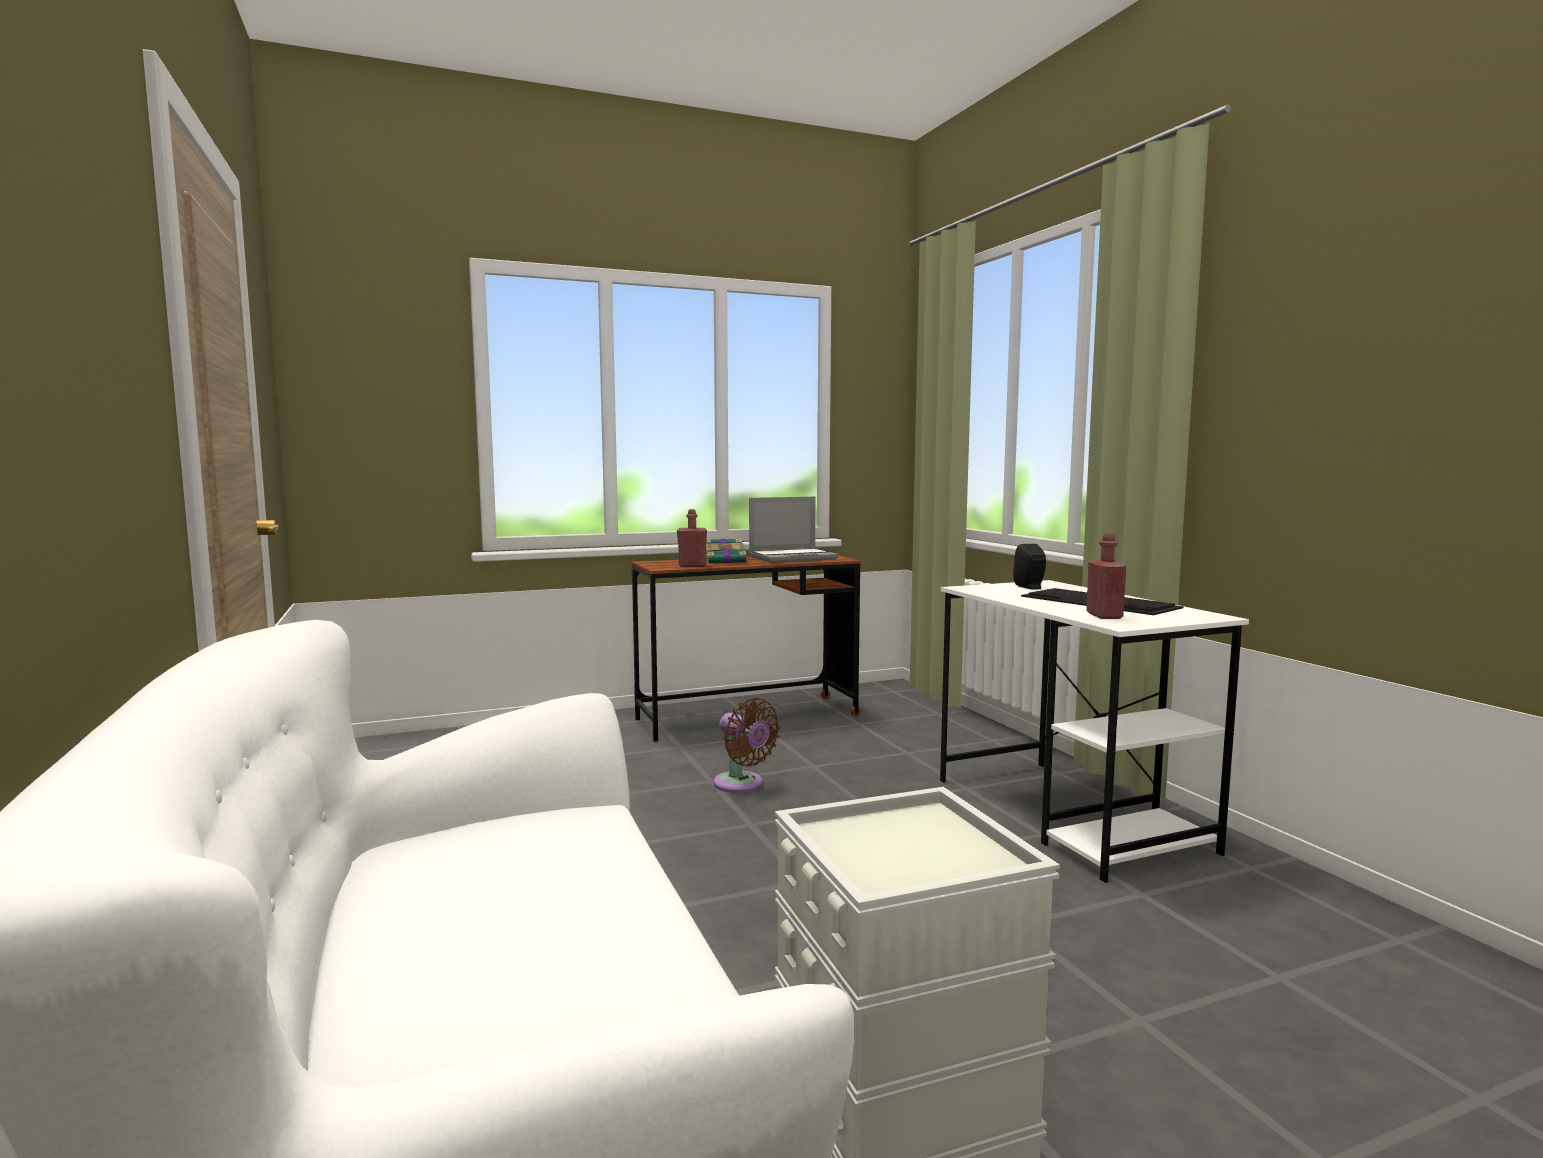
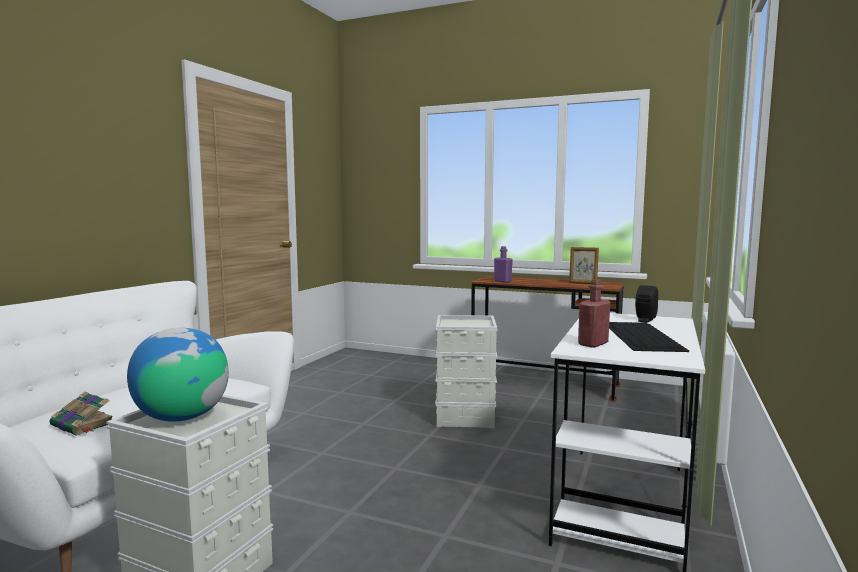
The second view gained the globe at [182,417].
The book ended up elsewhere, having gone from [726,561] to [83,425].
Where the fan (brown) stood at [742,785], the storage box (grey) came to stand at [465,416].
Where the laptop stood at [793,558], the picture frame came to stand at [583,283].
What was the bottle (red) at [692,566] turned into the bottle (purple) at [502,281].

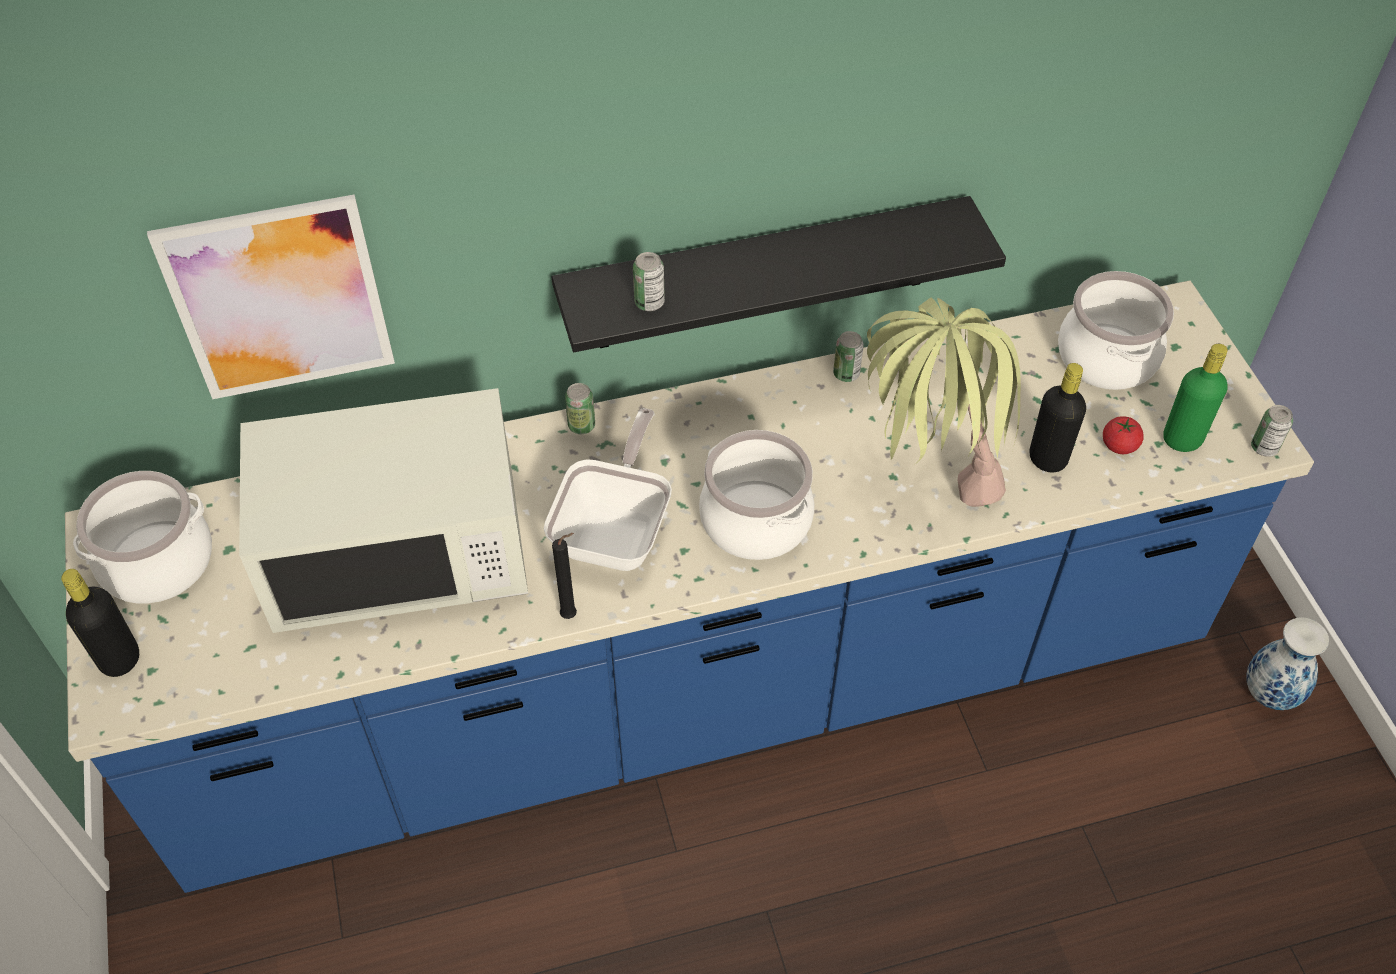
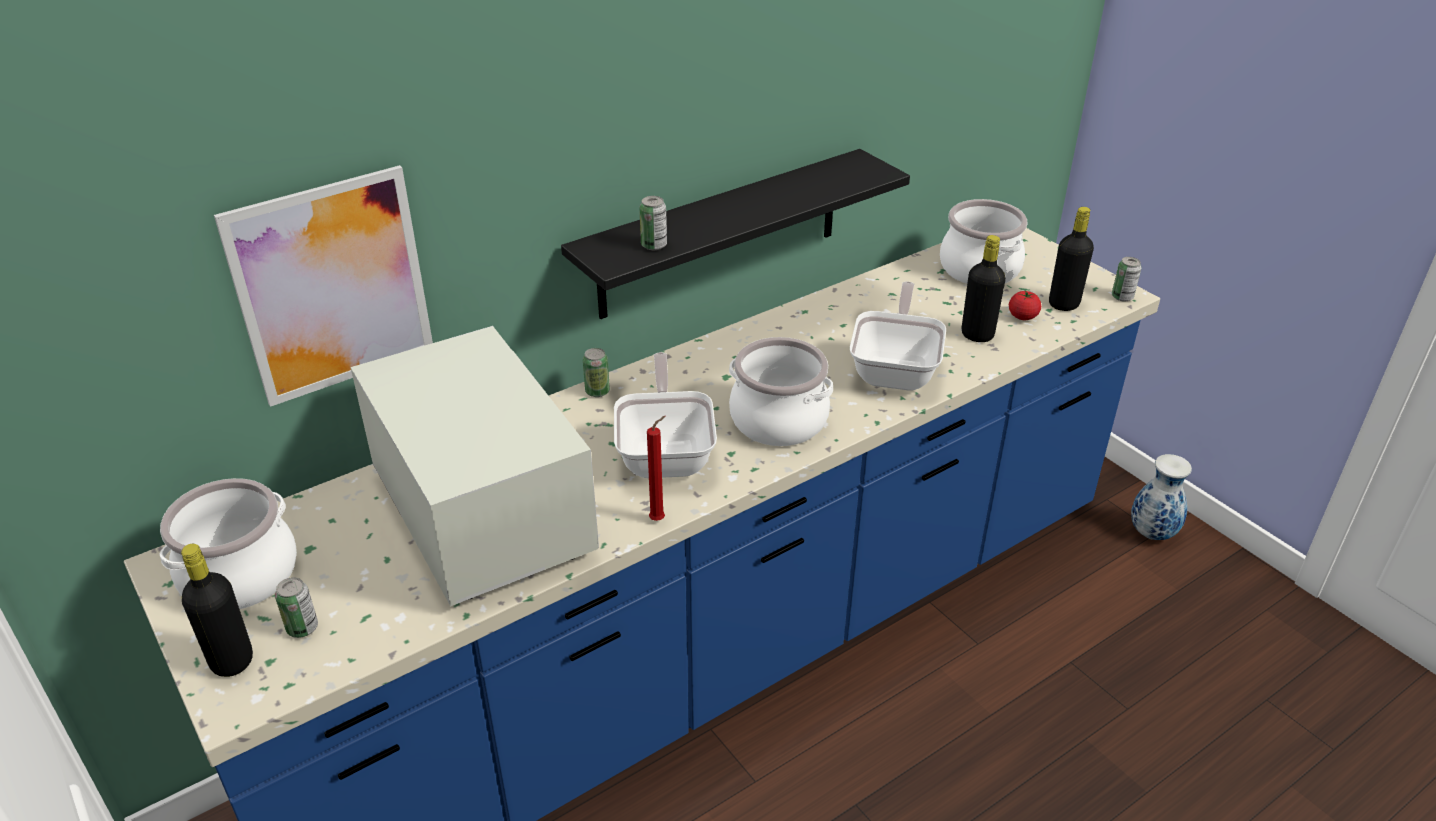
The can ended up elsewhere, having gone from [846,374] to [302,628].
Where the potted plant stood at [924,484], the frying pan came to stand at [896,369].
What was the candle (black) at [571,615] turned into the candle (red) at [659,519].
What was the bottle (green) at [1182,439] turned into the bottle (black) at [1063,304].
The microwave (white) at [400,554] ended up facing another way, 90 degrees counterclockwise from before.

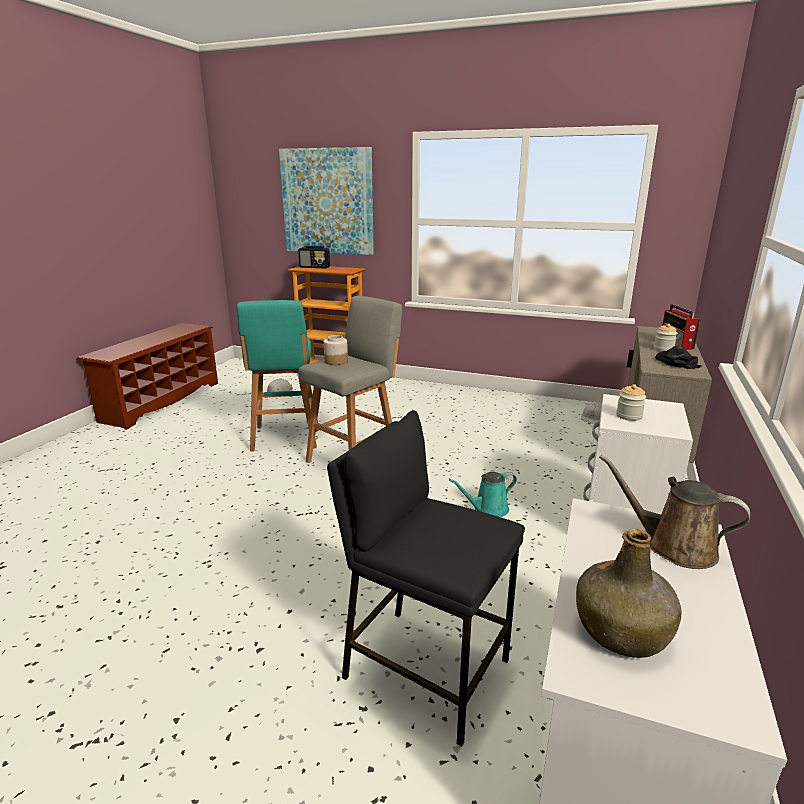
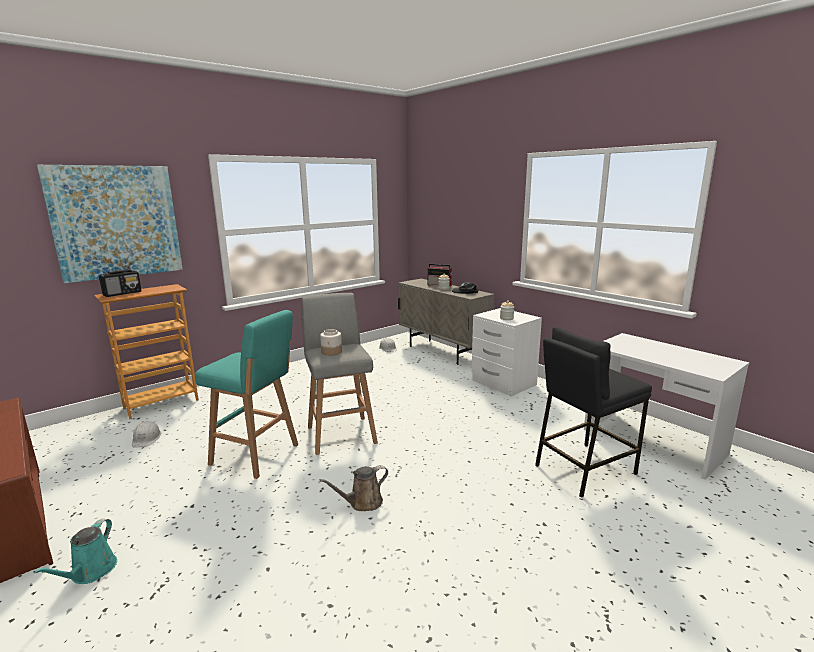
The second view lost the bottle (green) at [622,630].
The watering can (turquoise) ended up elsewhere, having gone from [488,509] to [91,572].
The watering can (brown) ended up elsewhere, having gone from [673,547] to [362,503].

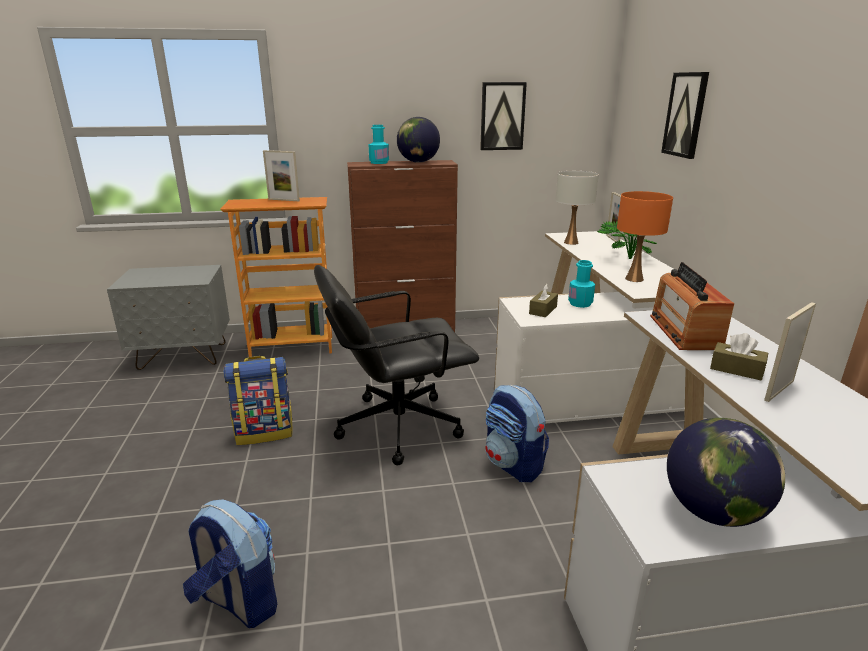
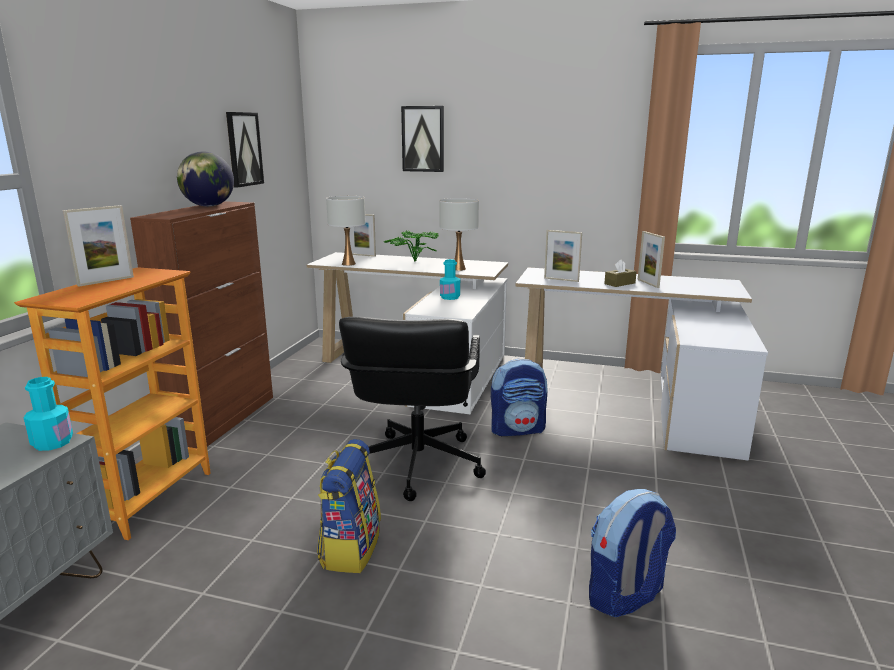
The second view lost the tissue box (brown) at [543,310].
The second view lost the globe at [714,512].
The bottle (turquoise) ended up elsewhere, having gone from [379,162] to [52,443].
Where the radio stood at [684,332], the picture frame came to stand at [561,280].
What was the table lamp (orange) at [634,279] turned into the table lamp (white) at [458,269].

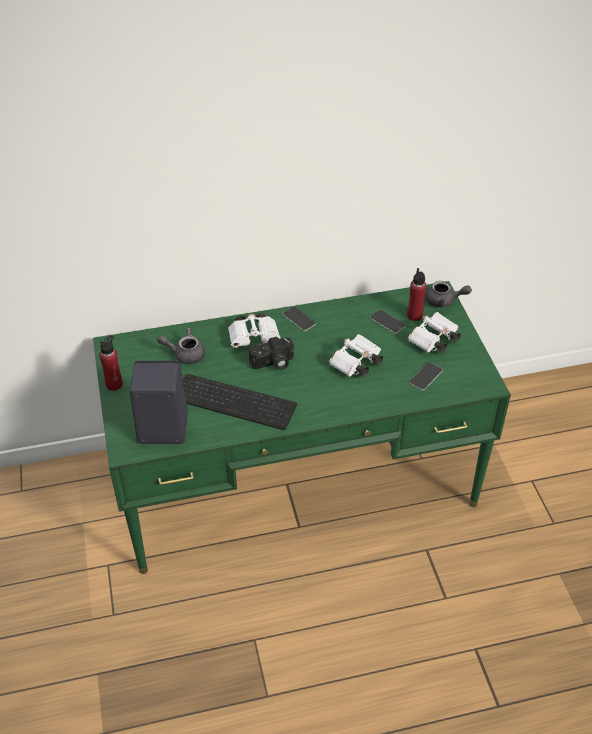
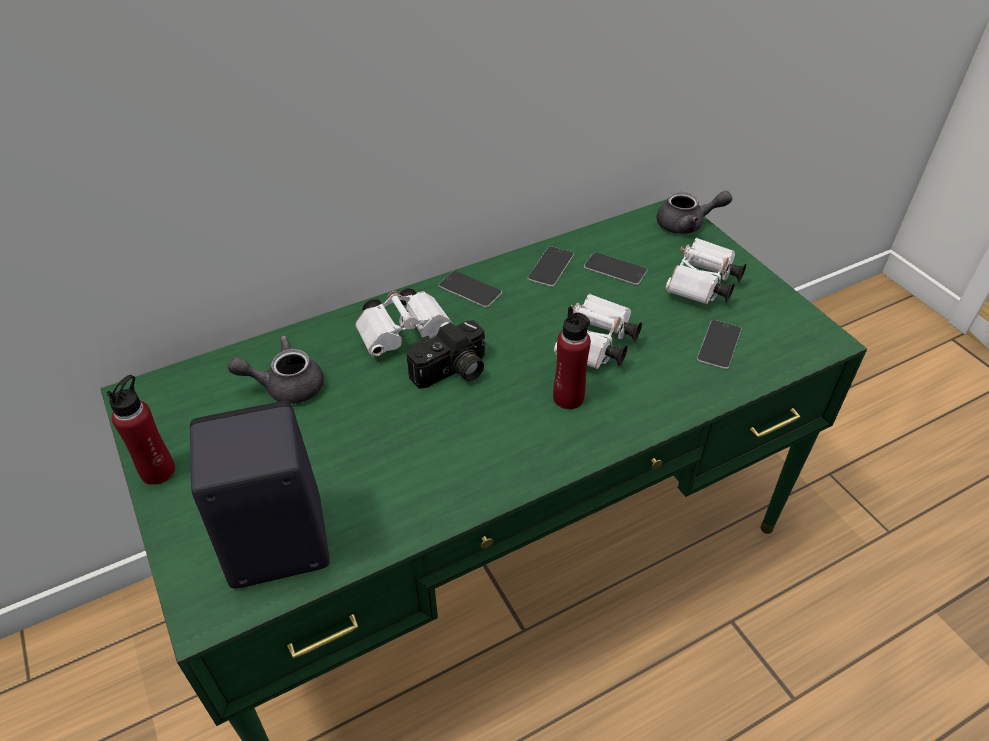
The second view lost the keyboard at [236,401].
The second view gained the phone at [551,266].
The bottle (red) ended up elsewhere, having gone from [414,315] to [568,398].

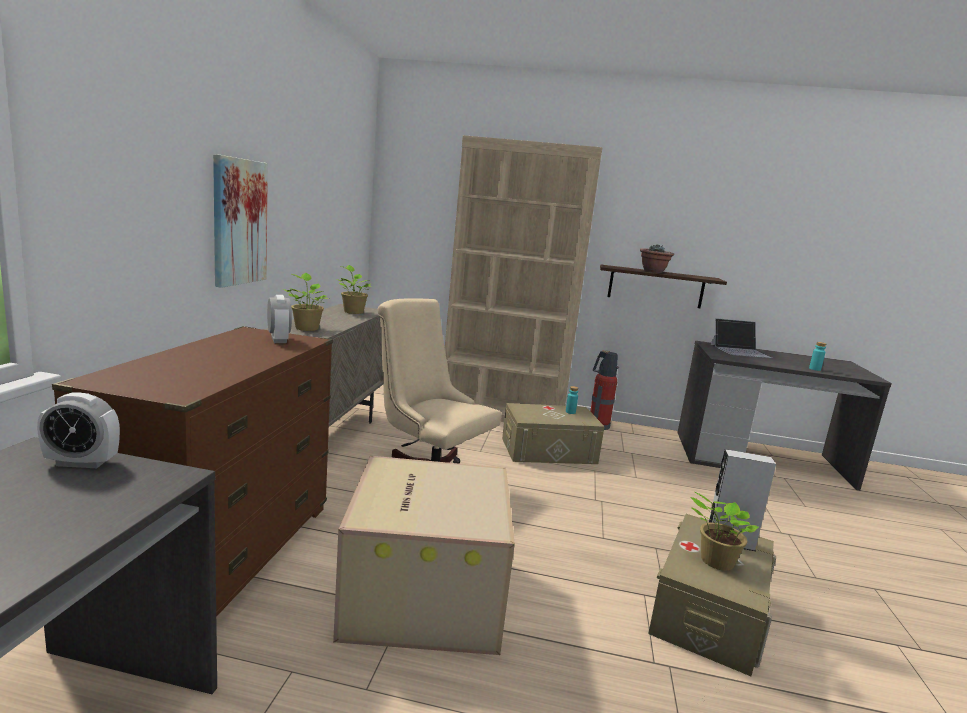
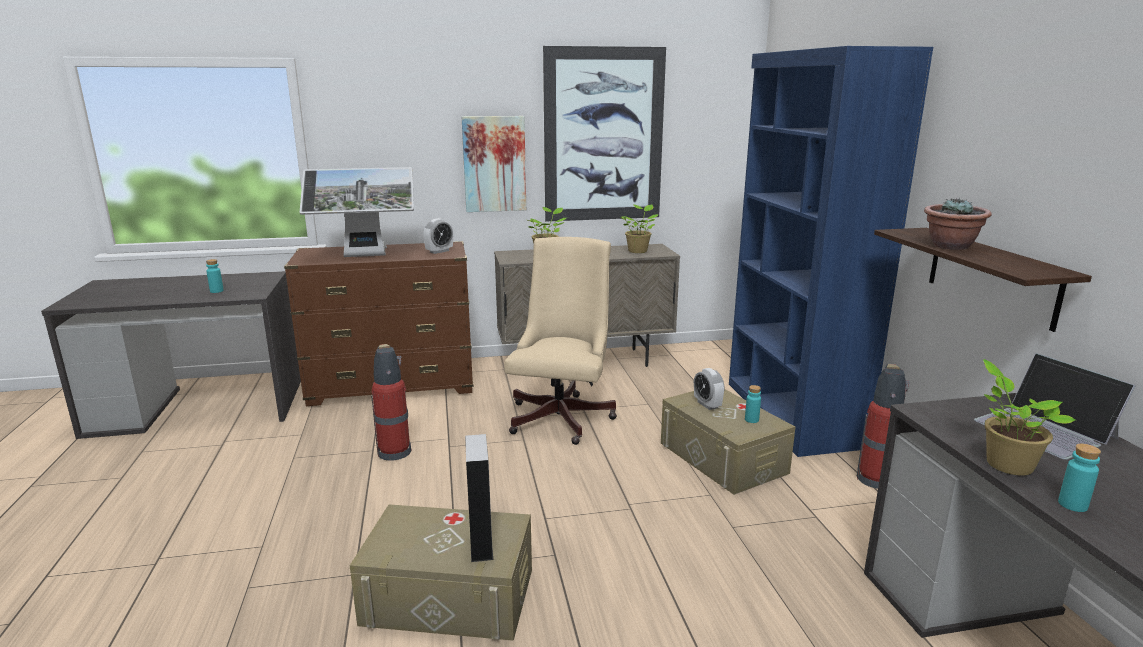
The second view gained the bottle (turquoise) at [216,291].
The second view gained the monitor at [365,256].
The second view gained the picture at [603,136].
The alarm clock ended up elsewhere, having gone from [82,463] to [707,405].
The potted plant ended up elsewhere, having gone from [714,561] to [1005,463].
Where the cardboard box stood at [422,592], the fire extinguisher came to stand at [394,451].
What was the bookcase (beige) at [503,413] turned into the bookcase (blue) at [791,414].

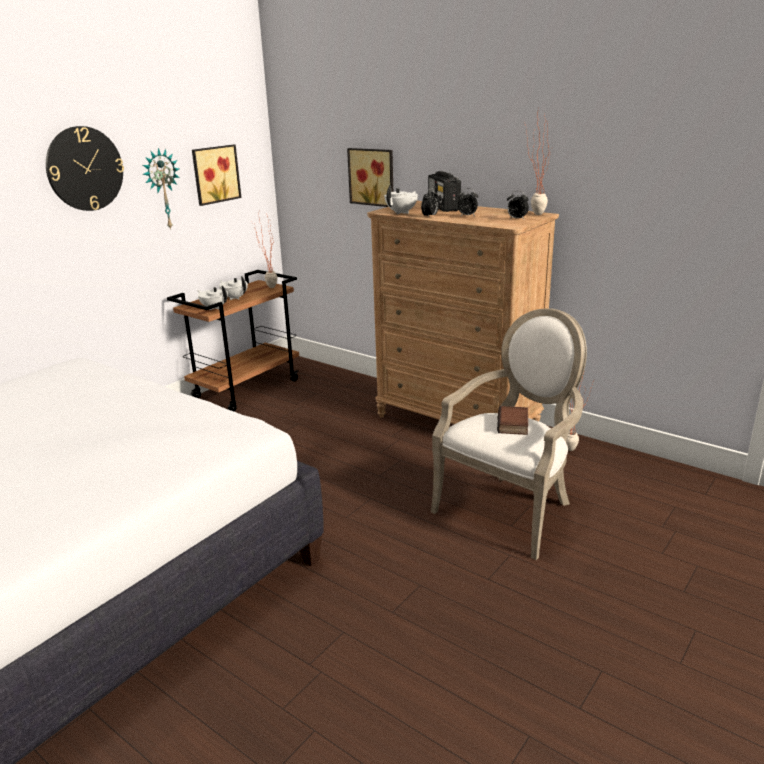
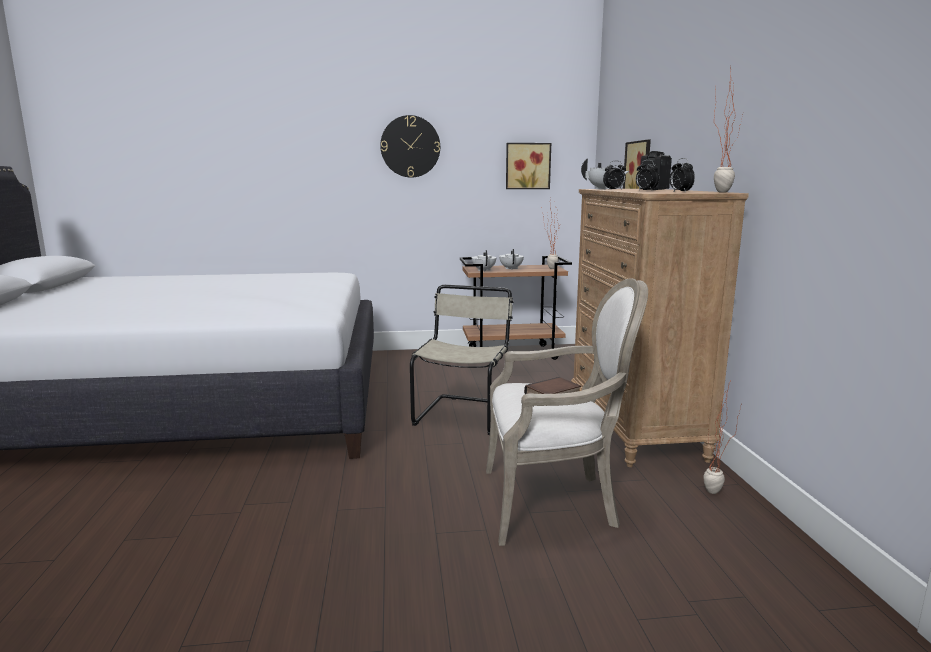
The second view lost the wall clock at [162,189].
The second view gained the chair (beige) at [464,414].

